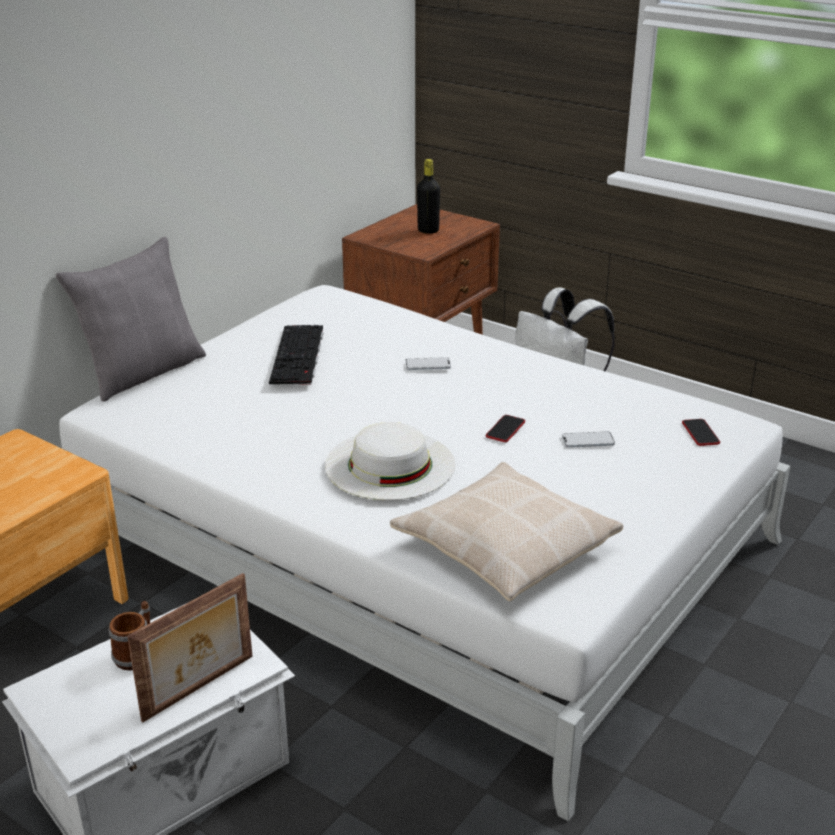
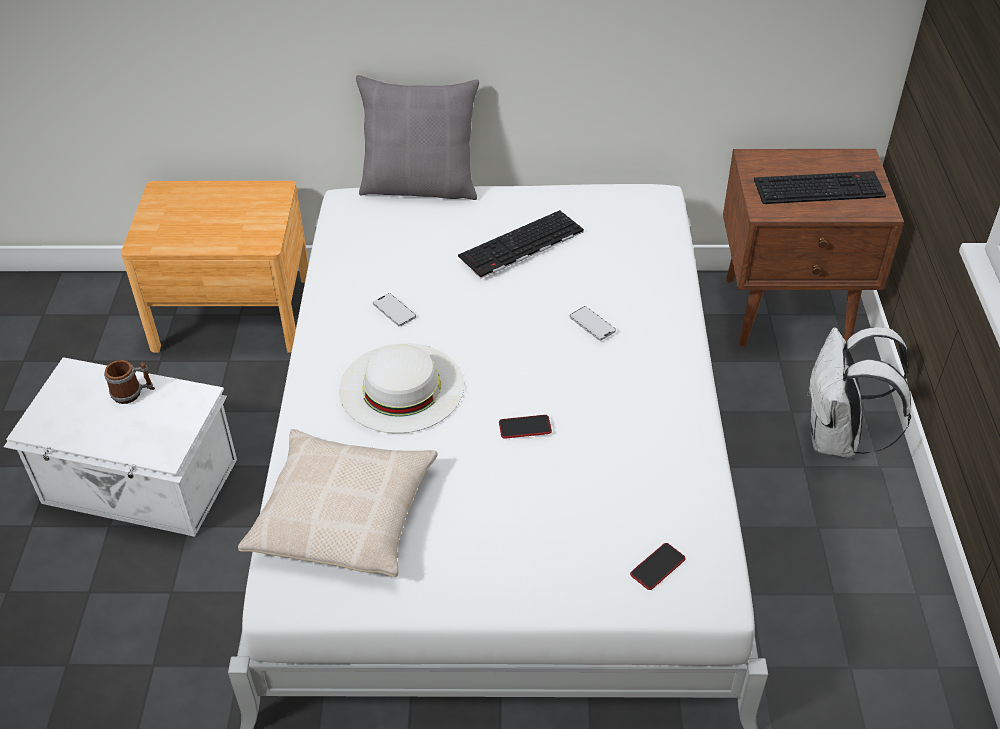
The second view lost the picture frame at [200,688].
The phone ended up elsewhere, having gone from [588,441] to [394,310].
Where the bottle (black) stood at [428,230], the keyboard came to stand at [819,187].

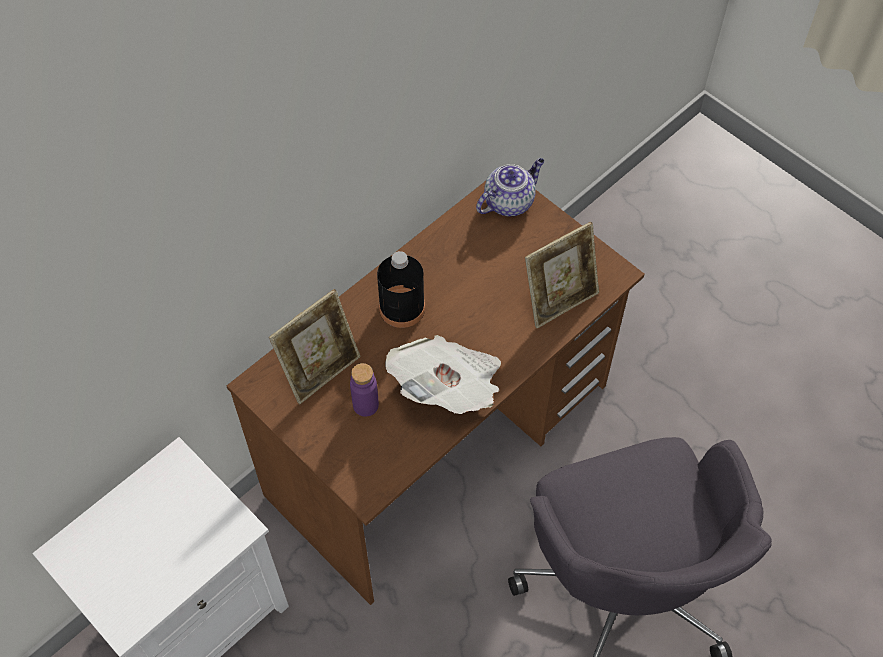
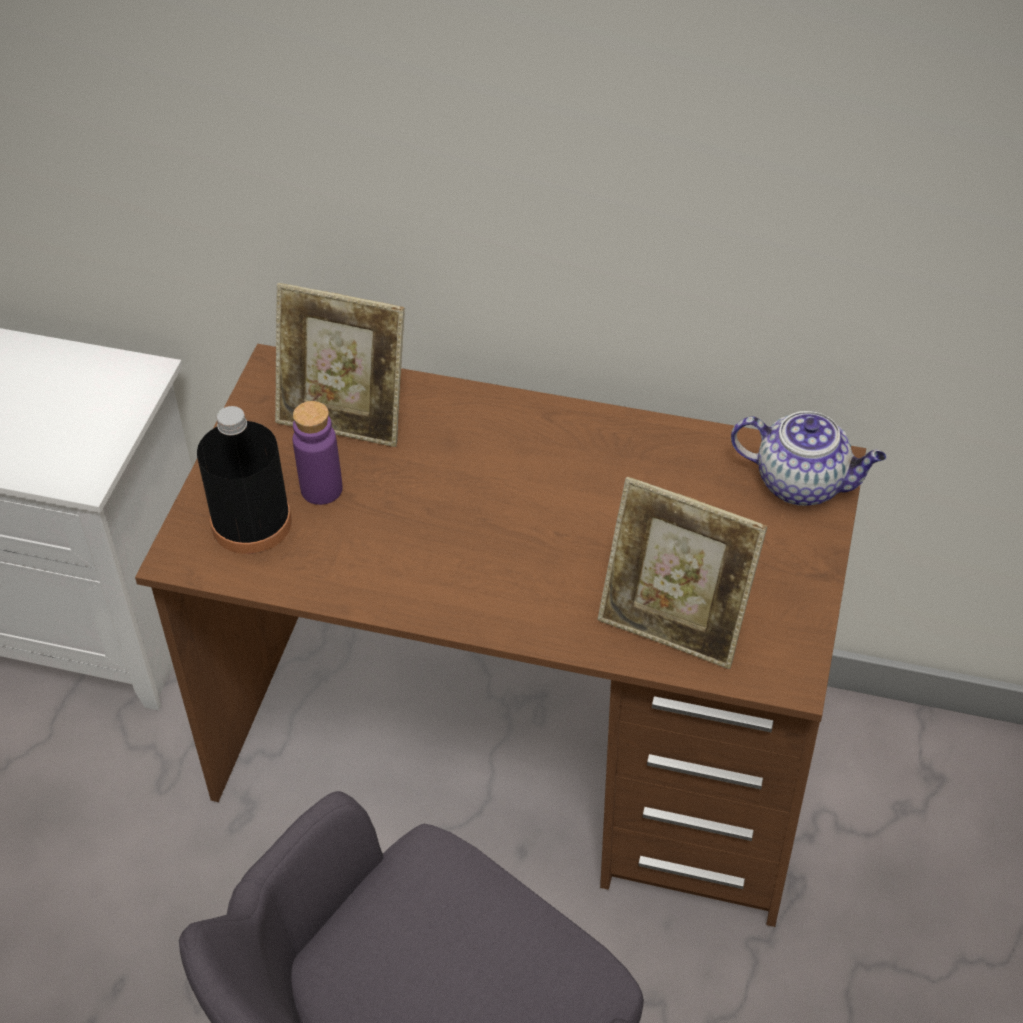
The second view lost the newspaper at [448,388].
The bottle (black) ended up elsewhere, having gone from [402,308] to [251,523].

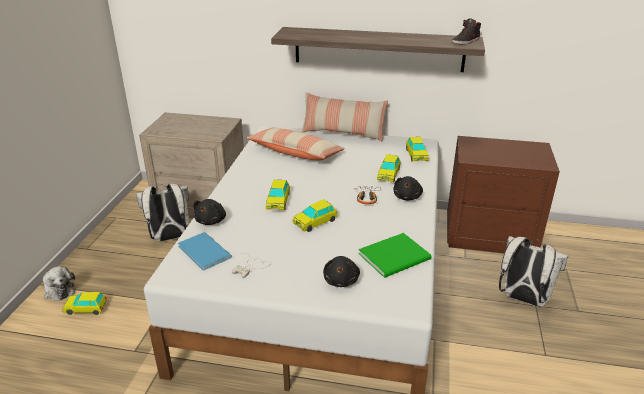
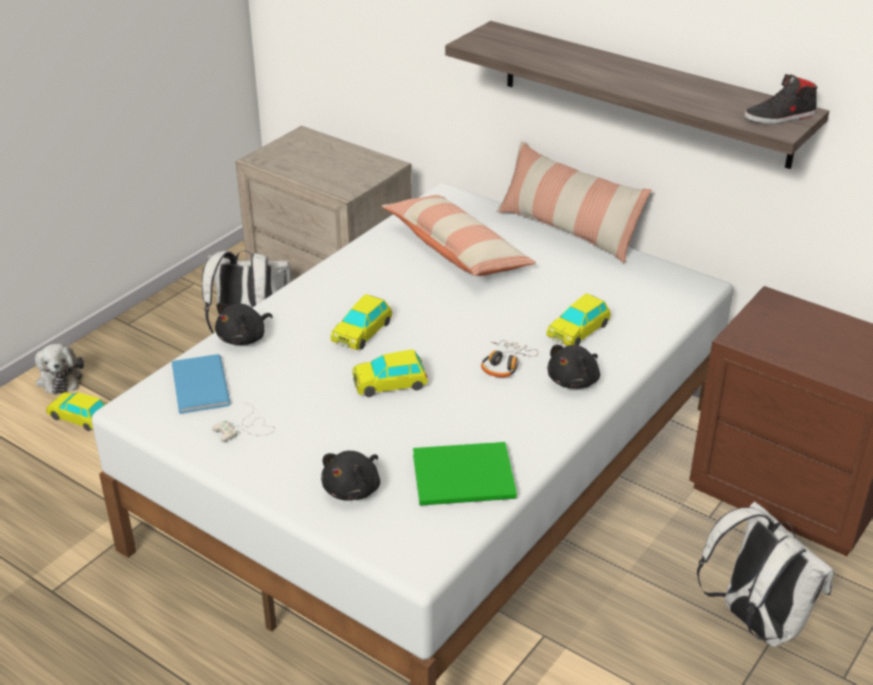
The second view lost the toy car at [416,155].

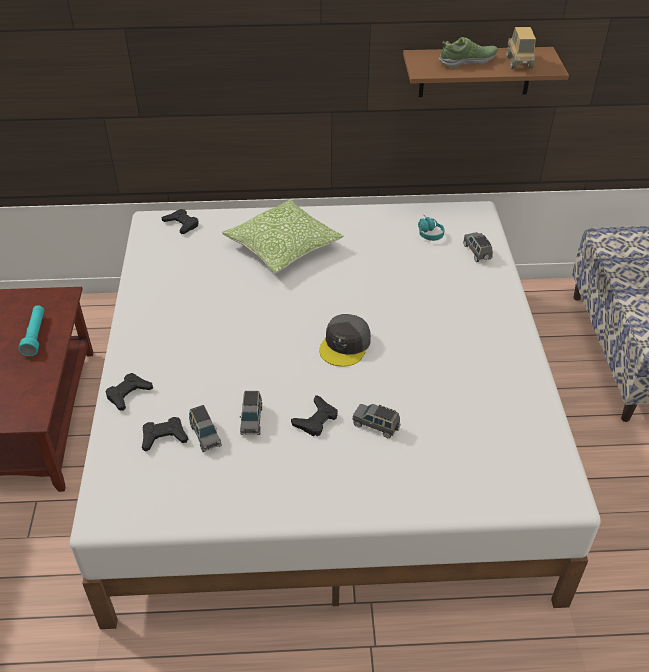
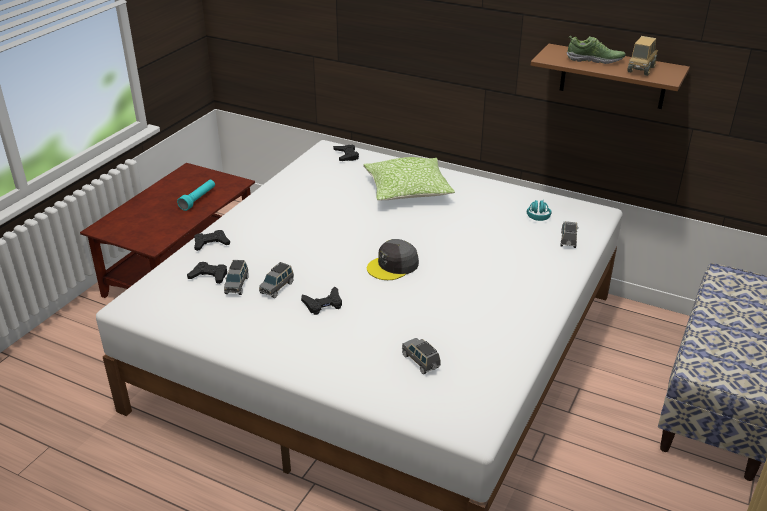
The toy car (grey) ended up elsewhere, having gone from [376,426] to [421,362].

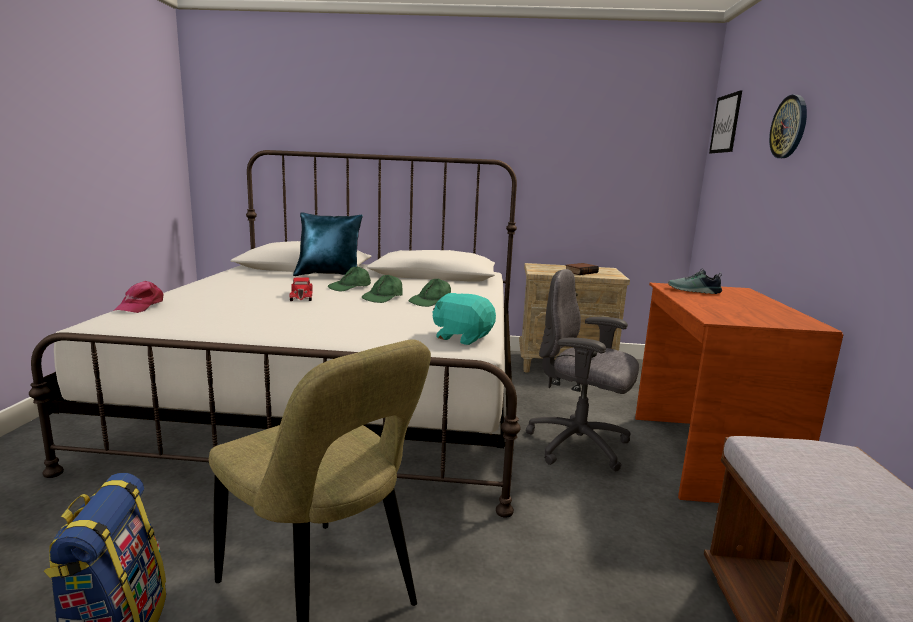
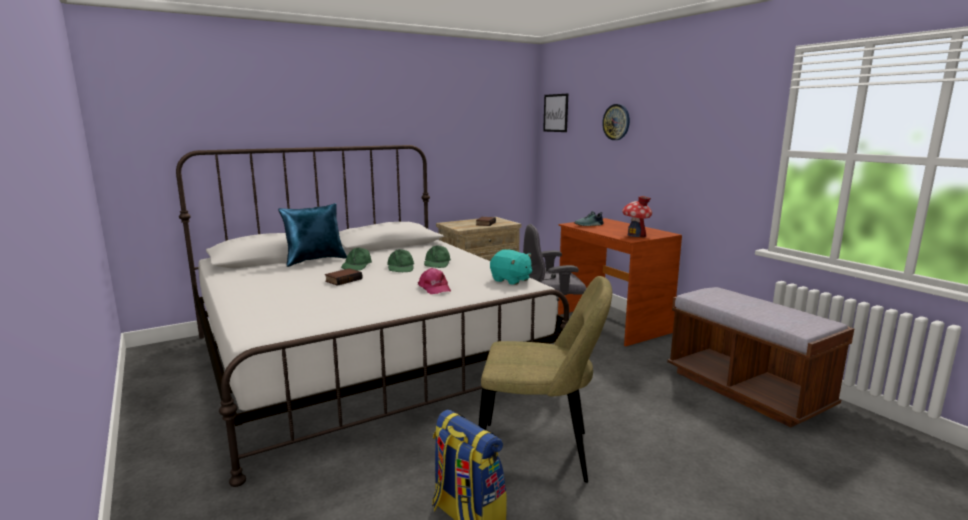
The second view gained the toy house at [635,235].
The cap (pink) ended up elsewhere, having gone from [140,306] to [434,288].
Where the toy car (red) stood at [301,296], the book came to stand at [343,280].
The plush toy (turquoise) at [462,337] ended up facing another way, 135 degrees counterclockwise from before.

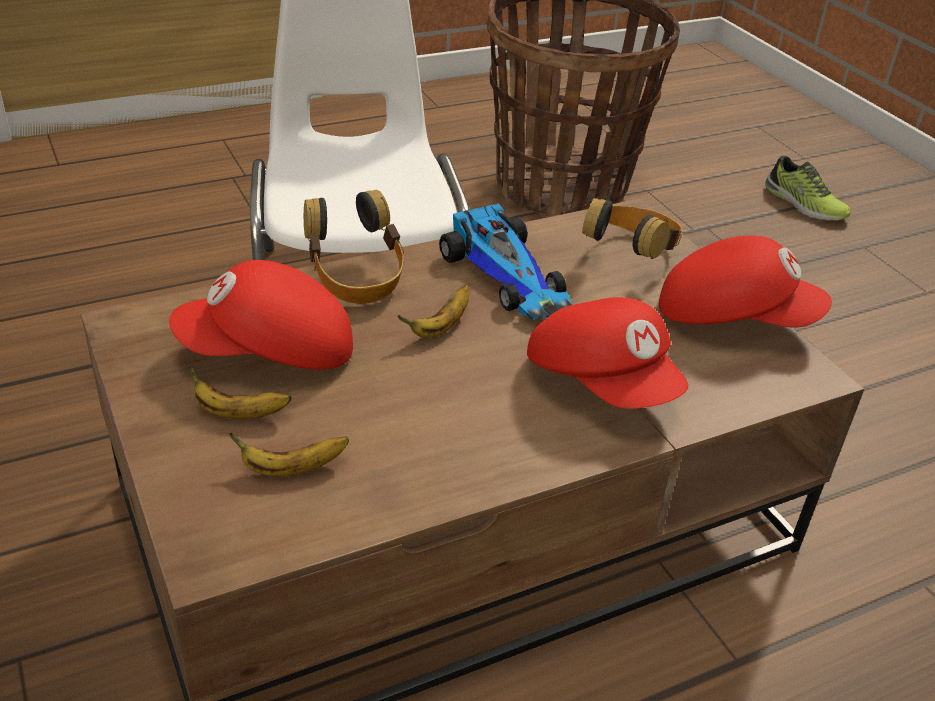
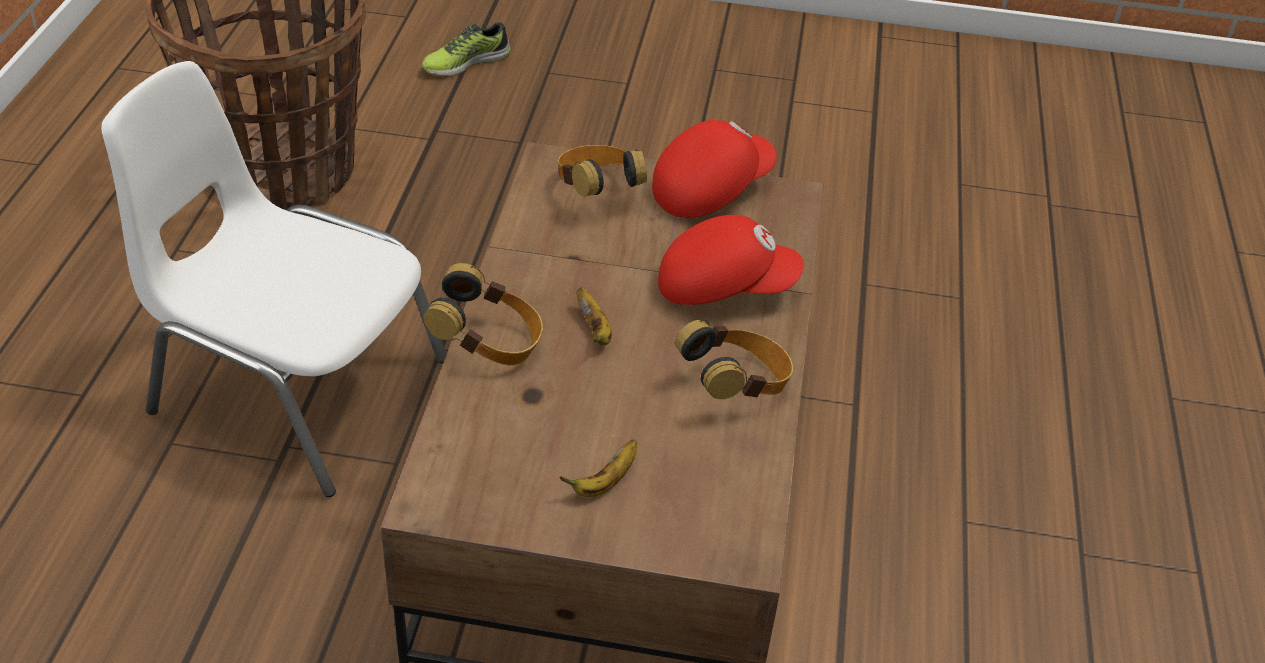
The second view lost the cap (red) at [270,353].
The second view lost the banana at [292,468].
The second view lost the toy car at [508,276].
The second view gained the headphones at [736,385].
The shoe at [803,204] ended up facing another way, 150 degrees clockwise from before.

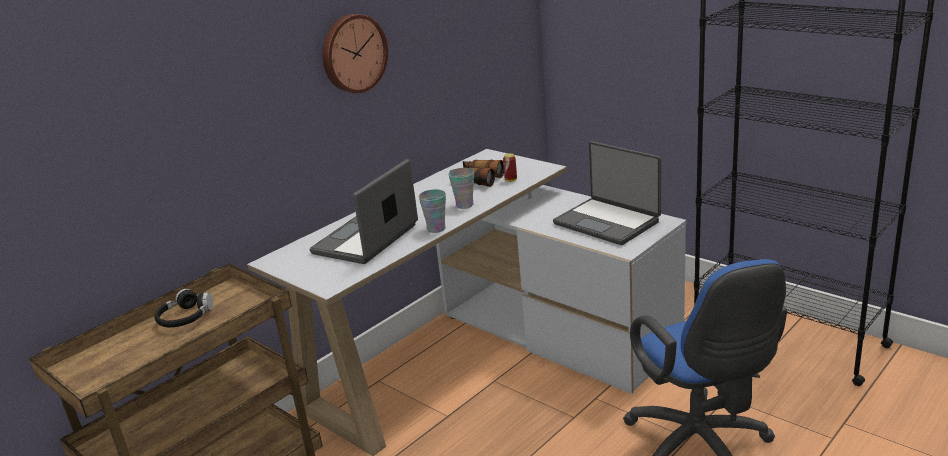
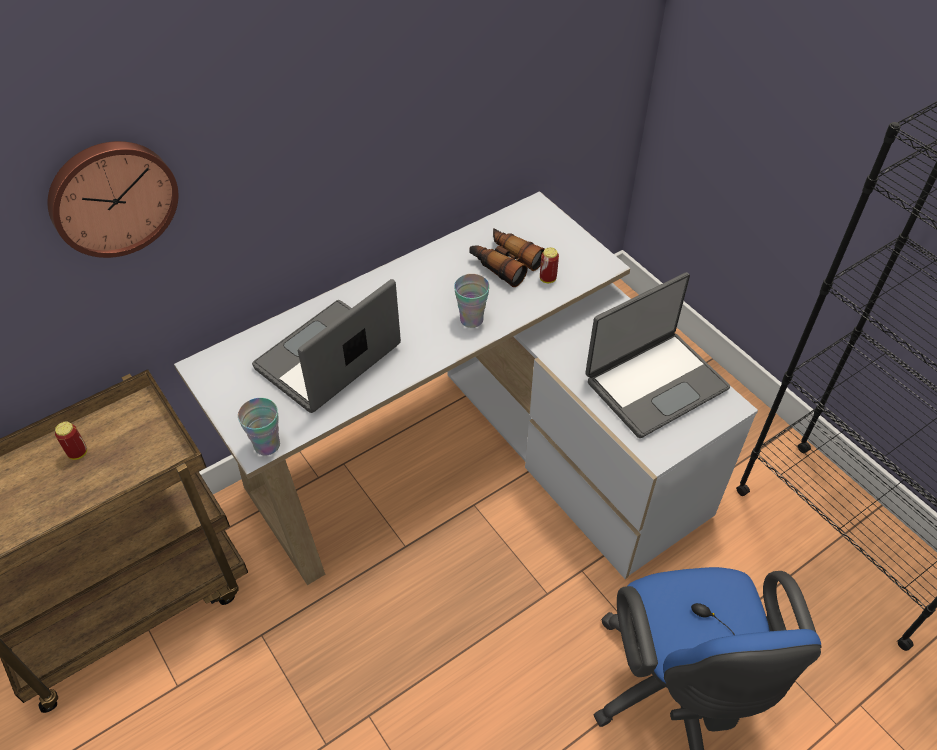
The wall clock ended up elsewhere, having gone from [353,53] to [112,197].
The cup ended up elsewhere, having gone from [436,229] to [267,445].
Where the headphones (black) stood at [185,318], the can came to stand at [78,453].
The laptop at [608,222] ended up facing another way, 90 degrees counterclockwise from before.

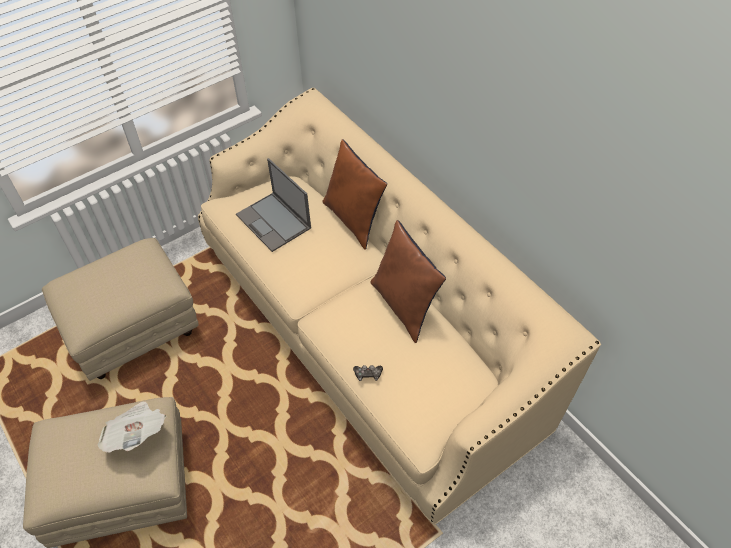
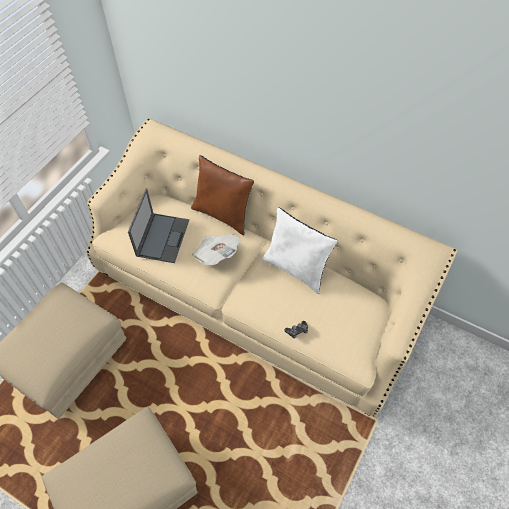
The newspaper ended up elsewhere, having gone from [137,434] to [216,254].
What was the pillow (brown) at [405,306] turned into the pillow (white) at [296,268].
The laptop at [274,222] ended up facing another way, 105 degrees counterclockwise from before.

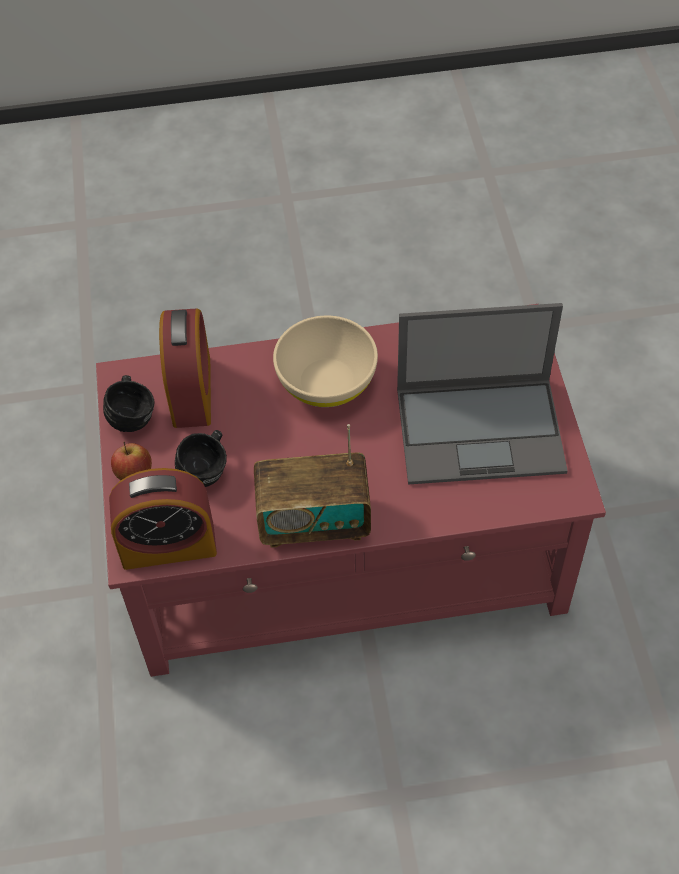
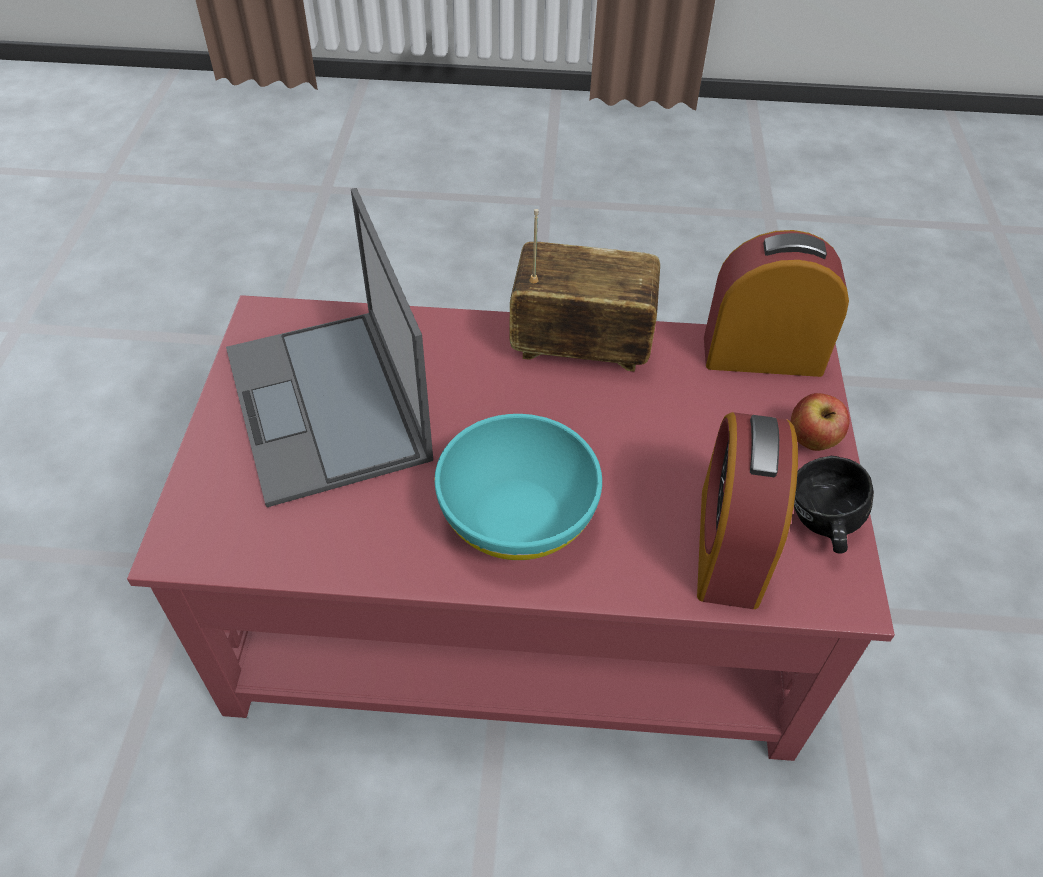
The second view lost the mug (black) at [208,470].
What was the bowl (beige) at [326,381] turned into the bowl (turquoise) at [517,517].
The laptop at [482,429] ended up facing another way, 120 degrees counterclockwise from before.

